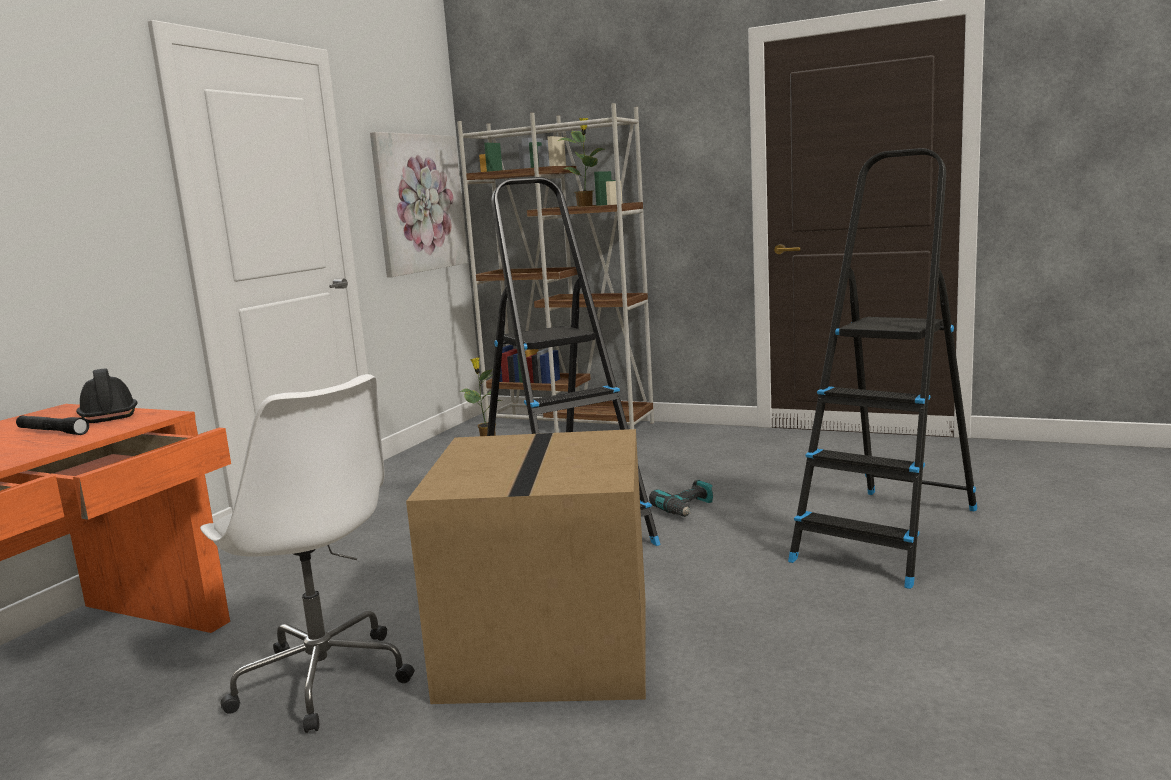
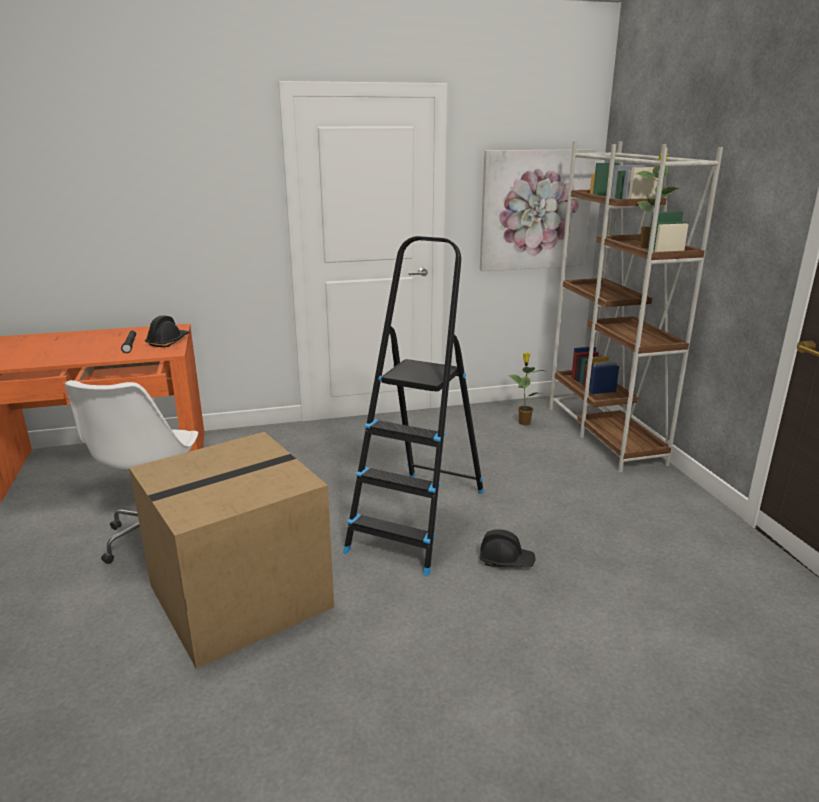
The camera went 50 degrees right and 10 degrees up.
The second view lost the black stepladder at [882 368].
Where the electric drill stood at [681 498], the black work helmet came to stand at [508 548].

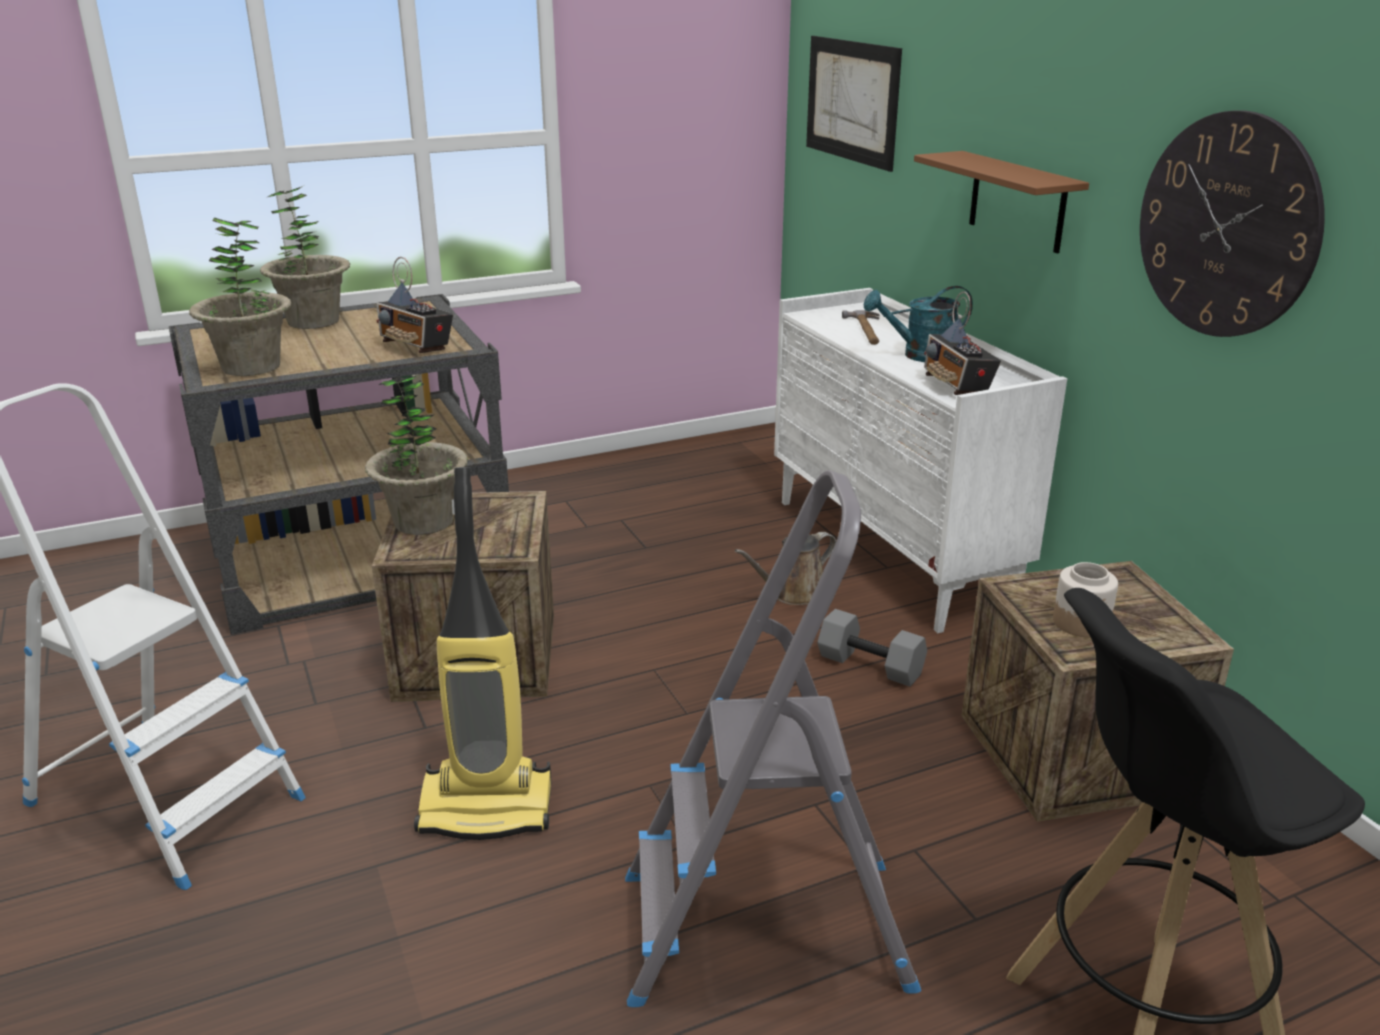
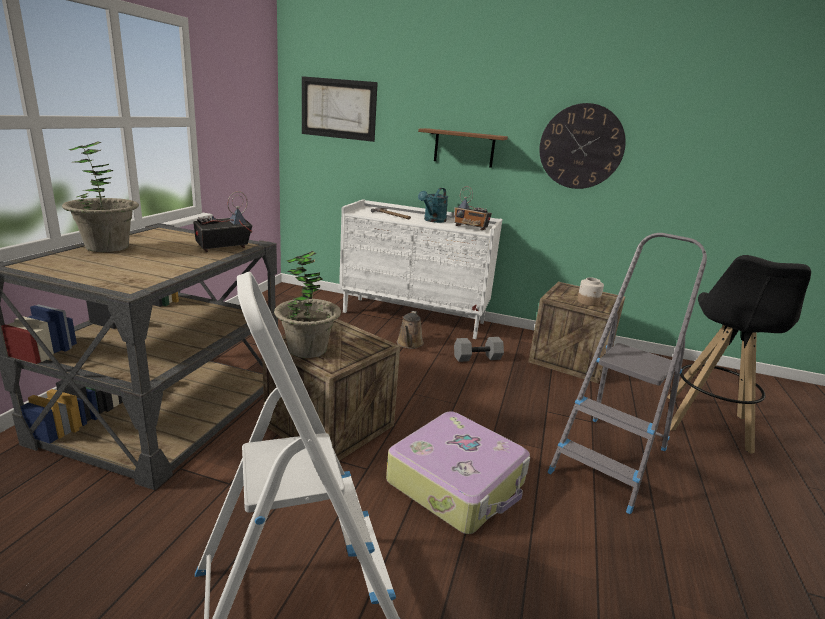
The camera went 50 degrees left and 5 degrees down.
The second view lost the potted plant at [240 296].
Where the vacuum cleaner stood at [483 653], the suitcase came to stand at [458 472].
The radio set at [414 305] ended up facing another way, 150 degrees clockwise from before.

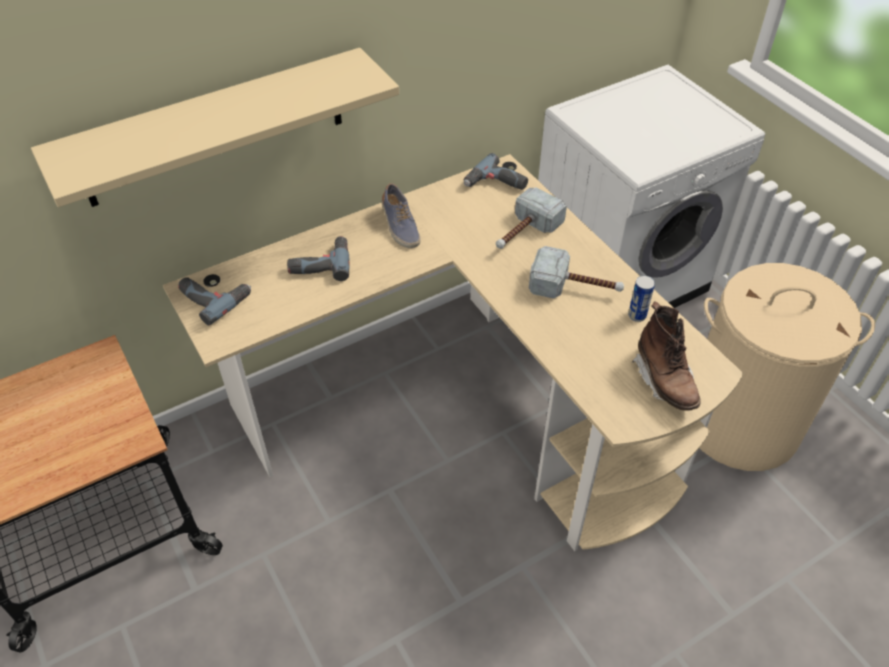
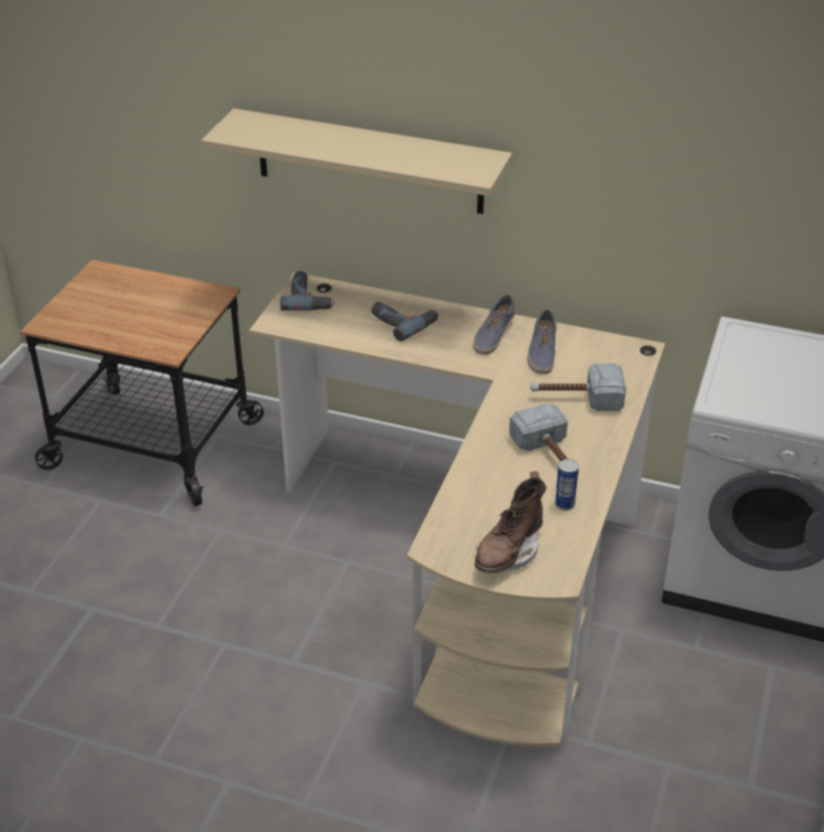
The camera went 50 degrees right and 10 degrees down.
The second view lost the electric drill at [496 171].
The second view lost the beige-coloured laundry basket at [787 367].
The second view gained the item of footwear at [542 341].

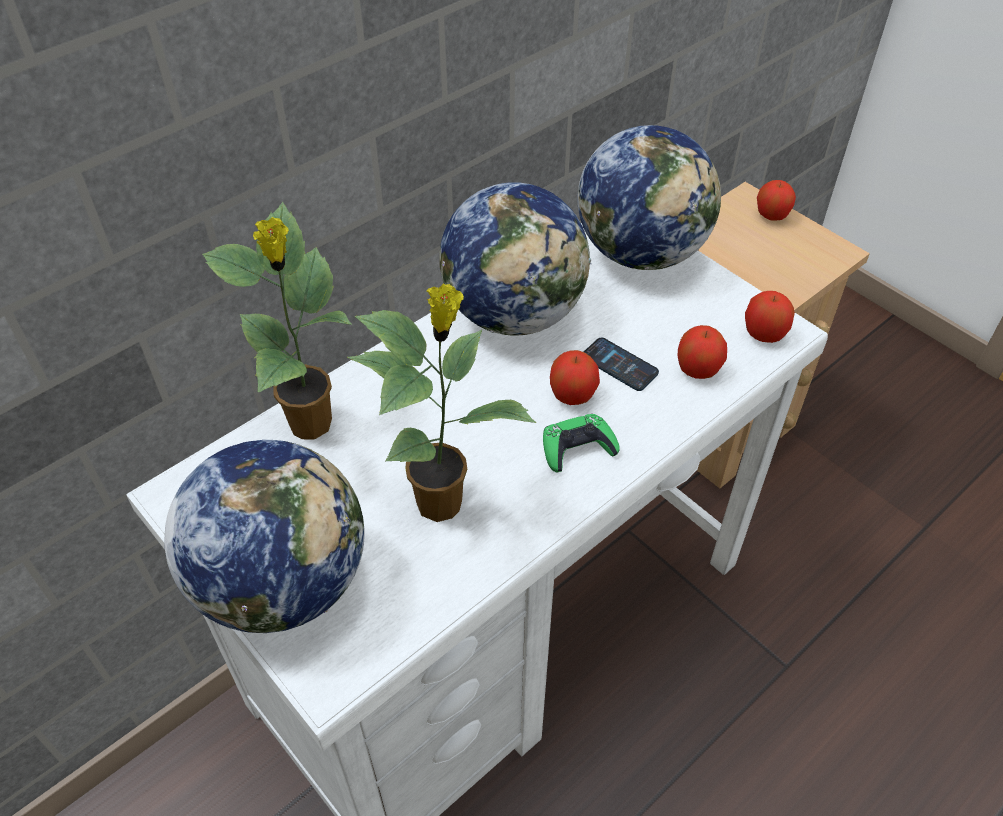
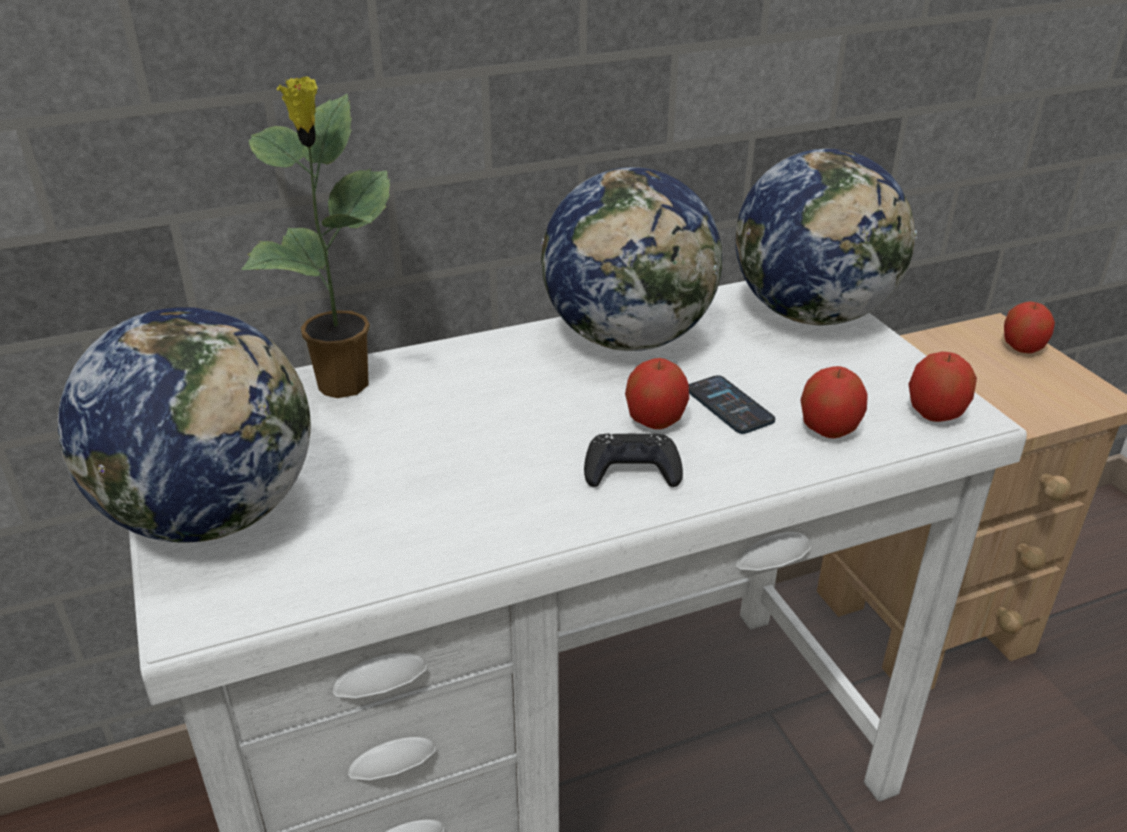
The camera went 20 degrees right and 15 degrees down.
The second view lost the potted plant at [441 402].
What was the green joypad at [581 443] turned into the black joypad at [633 460].

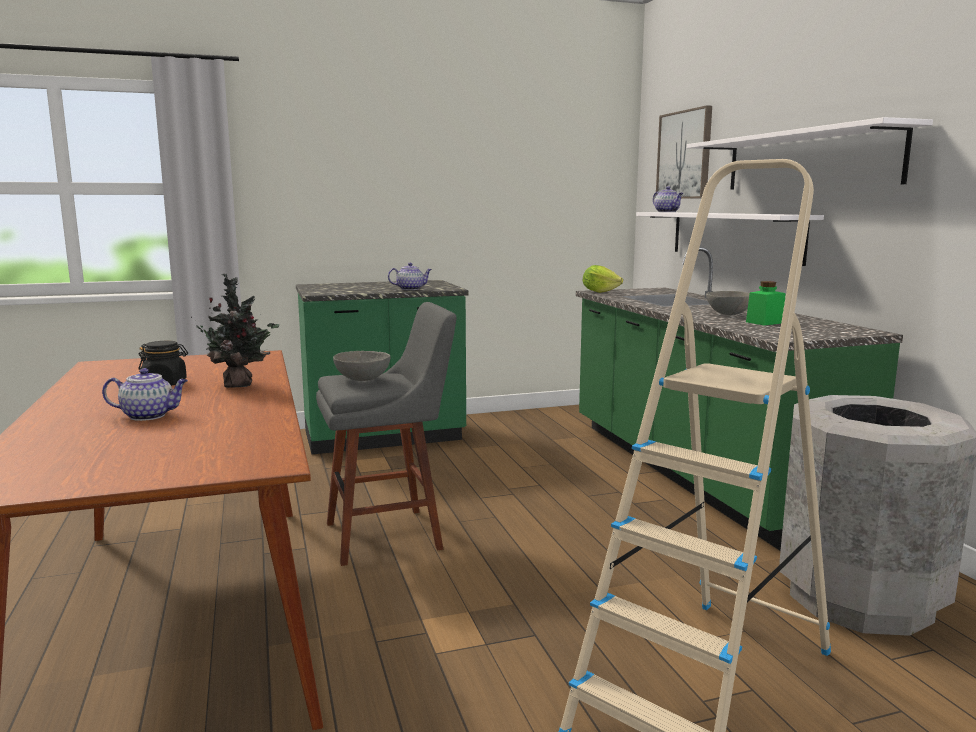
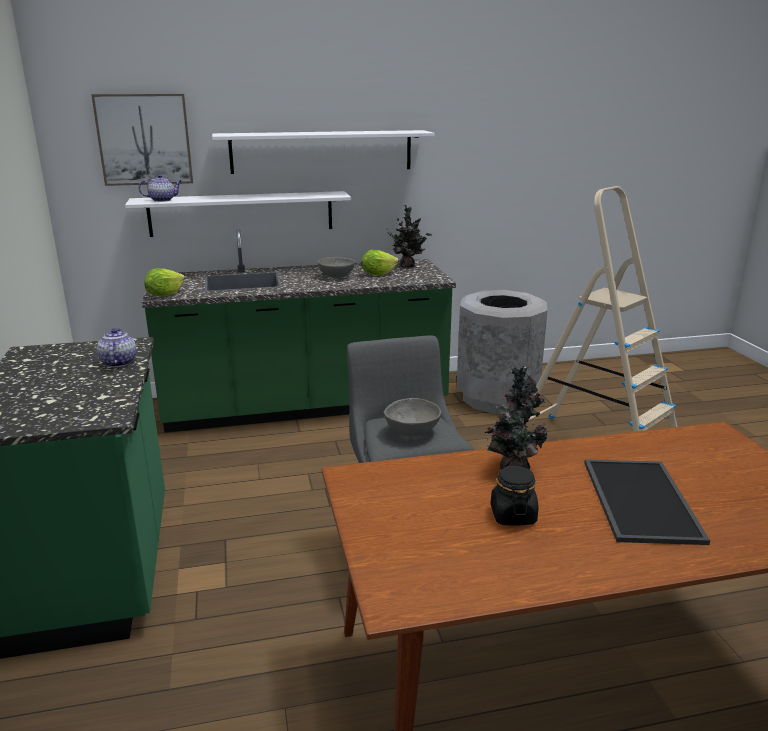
The camera went 85 degrees left and 10 degrees up.
The second view gained the potted plant at [409 236].
Where the teapot stood at [145 394], the serving tray came to stand at [647 502].
Where the green jar stood at [765 303], the lettuce came to stand at [380 263].

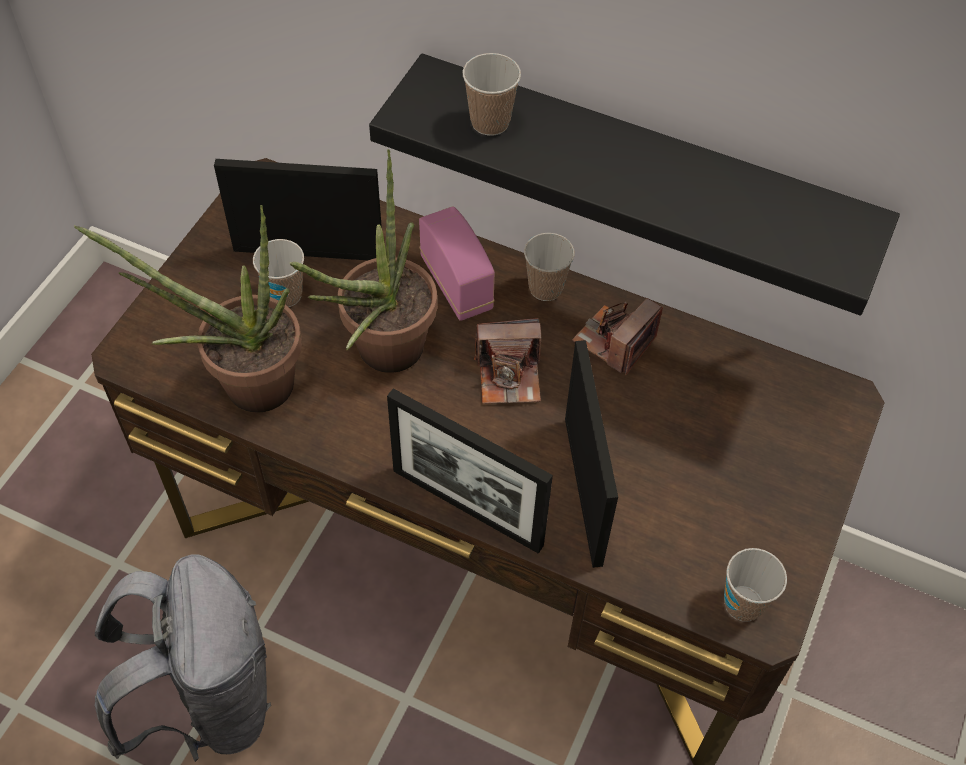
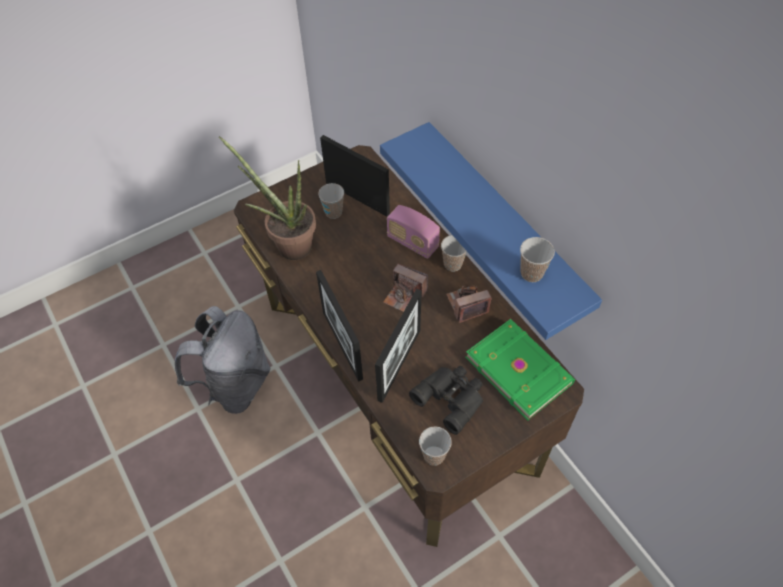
The camera went 35 degrees right and 0 degrees up.
The second view lost the potted plant at [363 261].
The second view gained the black pair of binoculars at [446 400].
The second view gained the green book at [520 369].
The drinking cup ended up elsewhere, having gone from [492 94] to [537 259].
What was the black bracket shelf at [634 184] turned into the blue bracket shelf at [491 231].
The radio set at [457 264] ended up facing another way, 120 degrees clockwise from before.

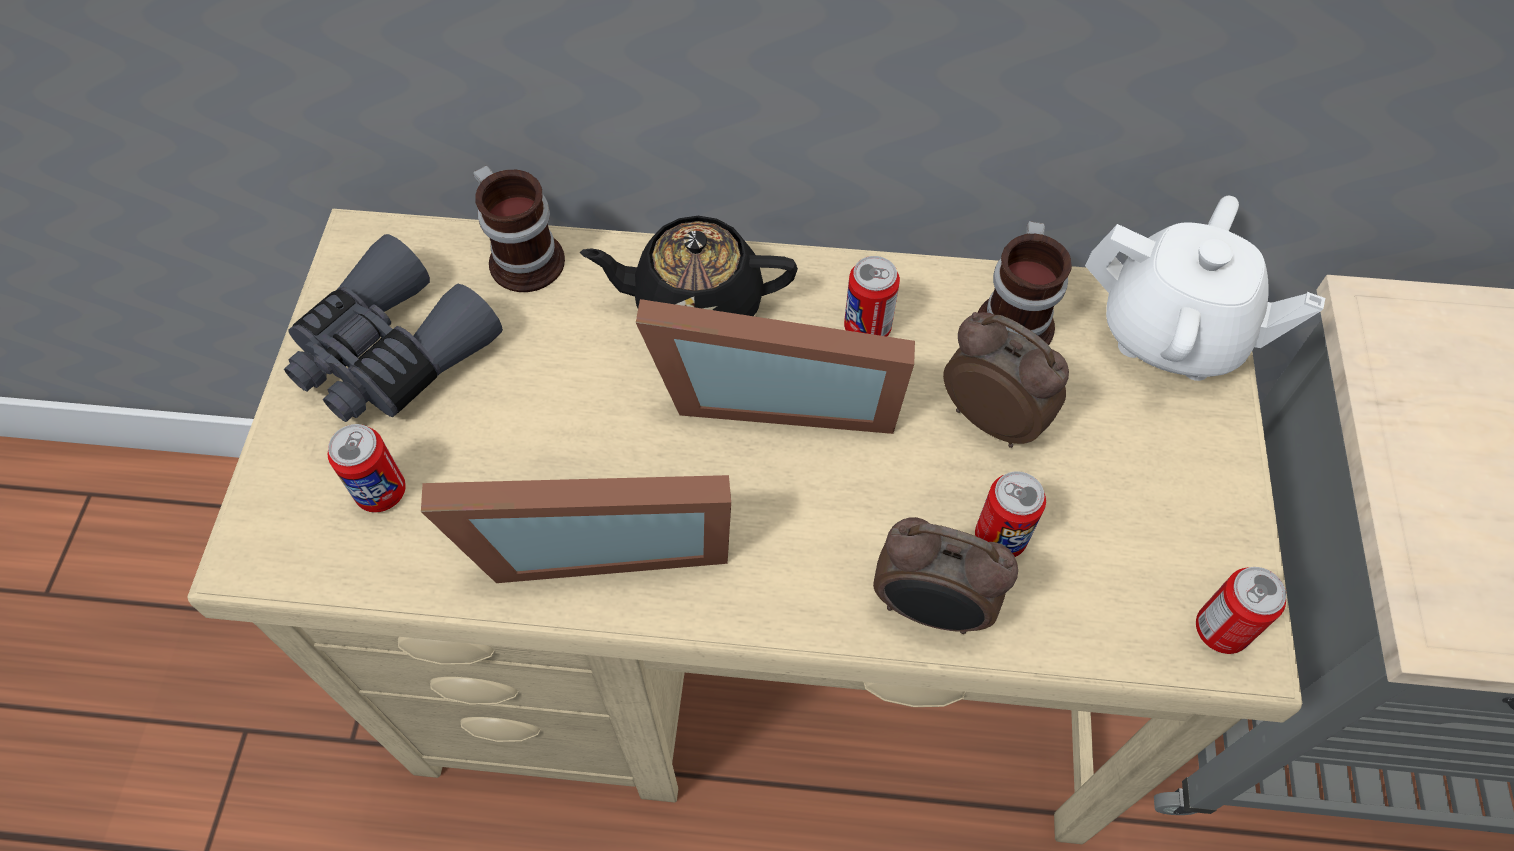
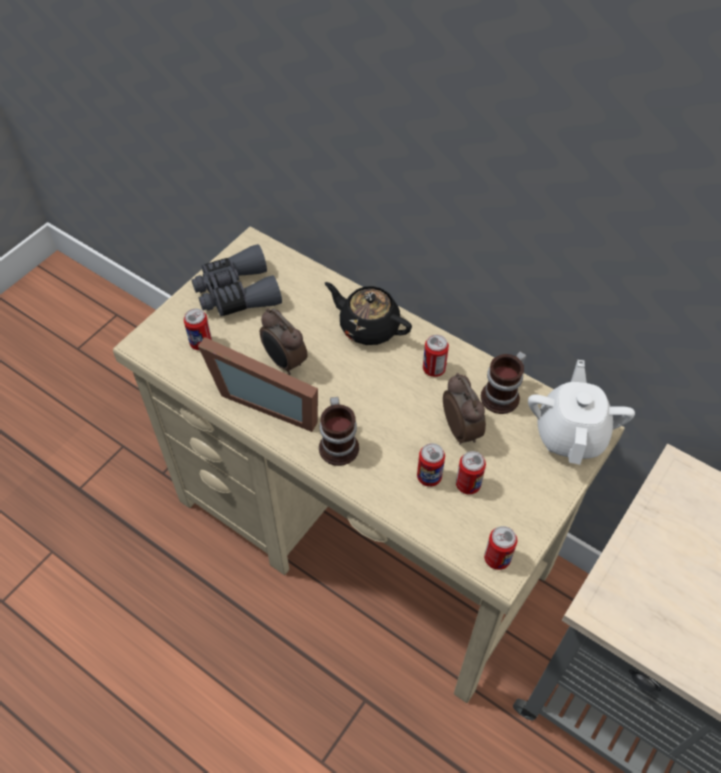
The camera went 30 degrees right and 5 degrees down.
The second view lost the photo frame at [775 366].
The second view gained the sealed can at [471 472].
The tea mug ended up elsewhere, having gone from [519 229] to [339 431].
The bedside clock ended up elsewhere, having gone from [945 575] to [283 341].
The white teapot at [1205 288] ended up facing another way, 135 degrees counterclockwise from before.

